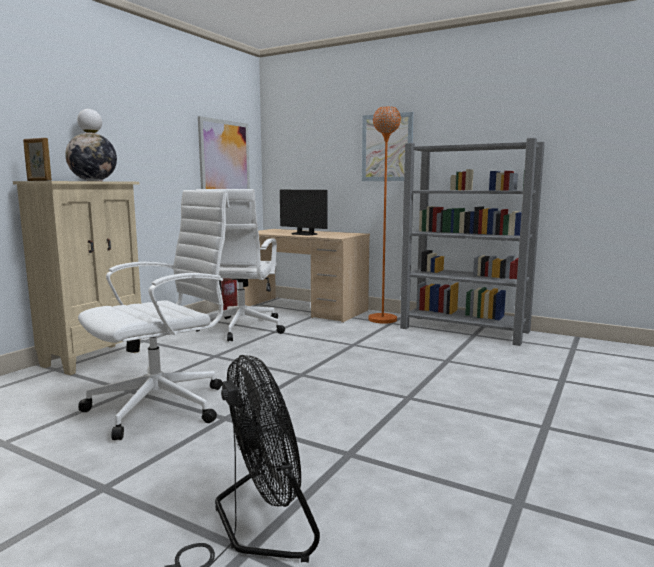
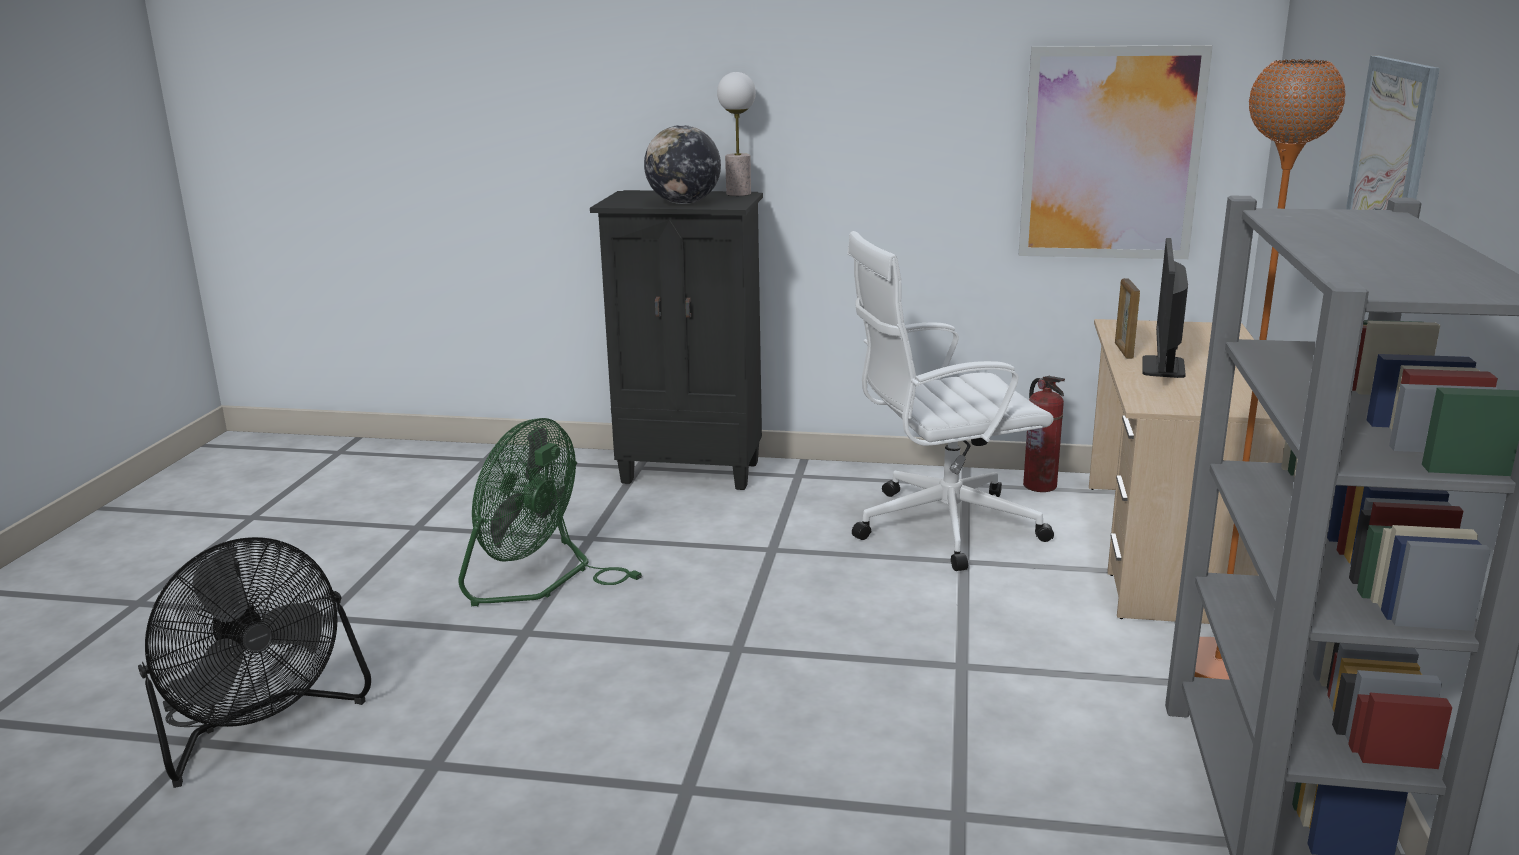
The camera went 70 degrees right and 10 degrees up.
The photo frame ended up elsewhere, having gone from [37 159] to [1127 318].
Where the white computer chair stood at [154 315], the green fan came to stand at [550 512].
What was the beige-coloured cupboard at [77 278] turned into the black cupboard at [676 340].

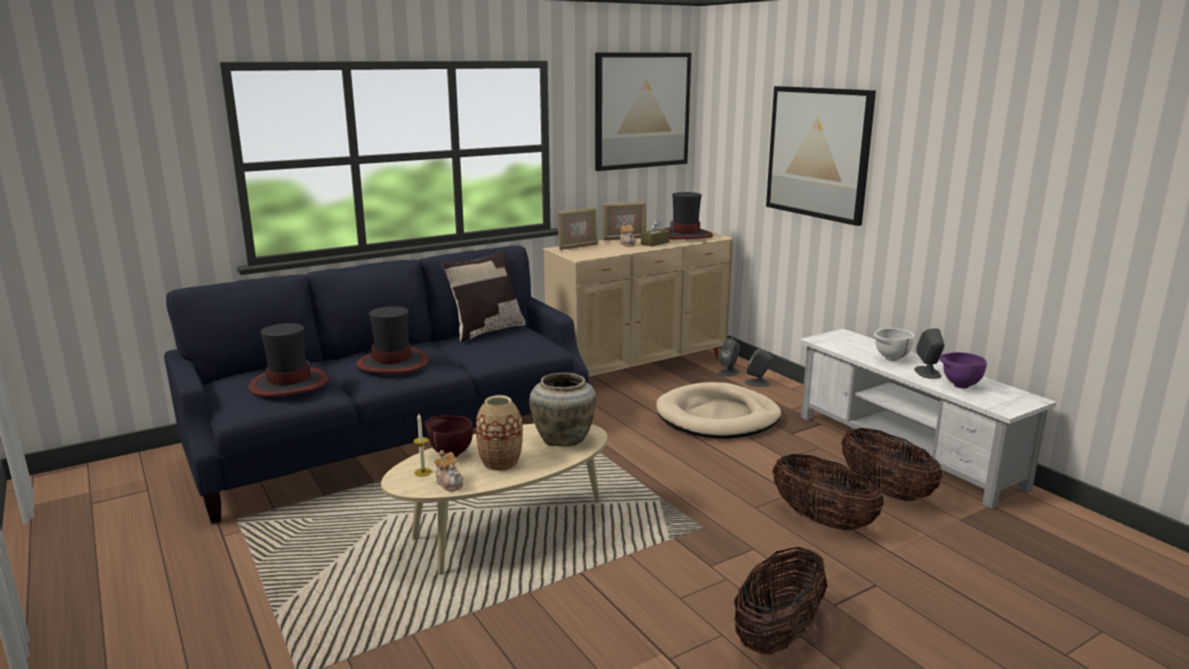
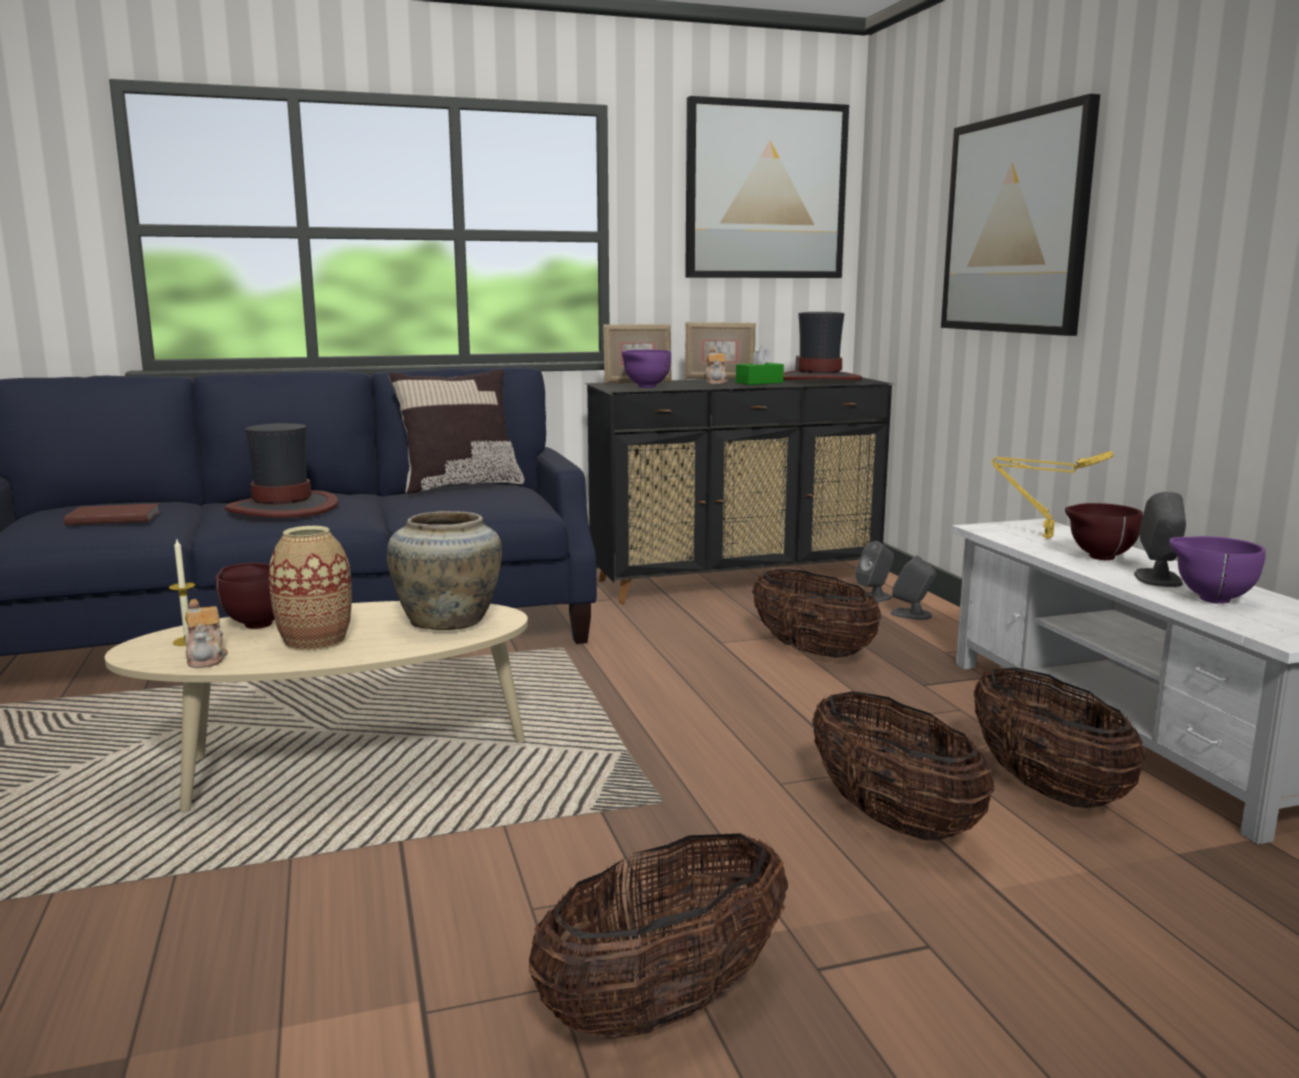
The camera went 15 degrees right and 5 degrees down.
The second view gained the purple serving bowl at [646 369].
The second view gained the yellow-coloured lamp for a table at [1053 495].
Where the hat stood at [288 360], the brown book came to stand at [112 514].
Where the beige-coloured pet bed stood at [718 410], the household basket came to stand at [816 613].
What was the beige-coloured cupboard at [638 303] turned into the black cupboard at [738 491].
What was the brown tissue box at [655 233] turned into the green tissue box at [760 365].
What was the white serving bowl at [894 344] turned into the brown serving bowl at [1104 531].

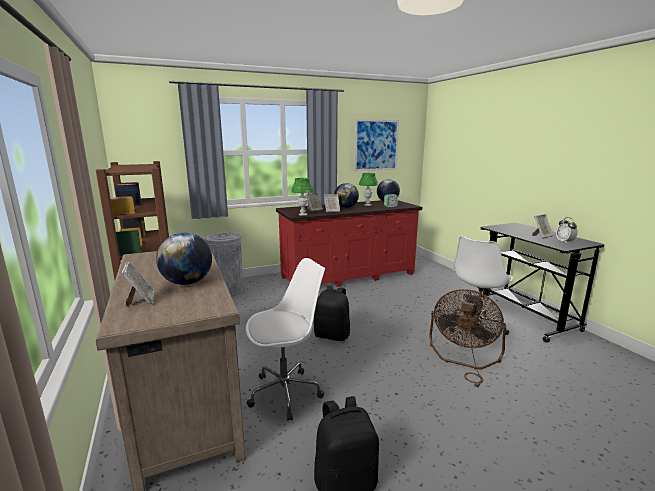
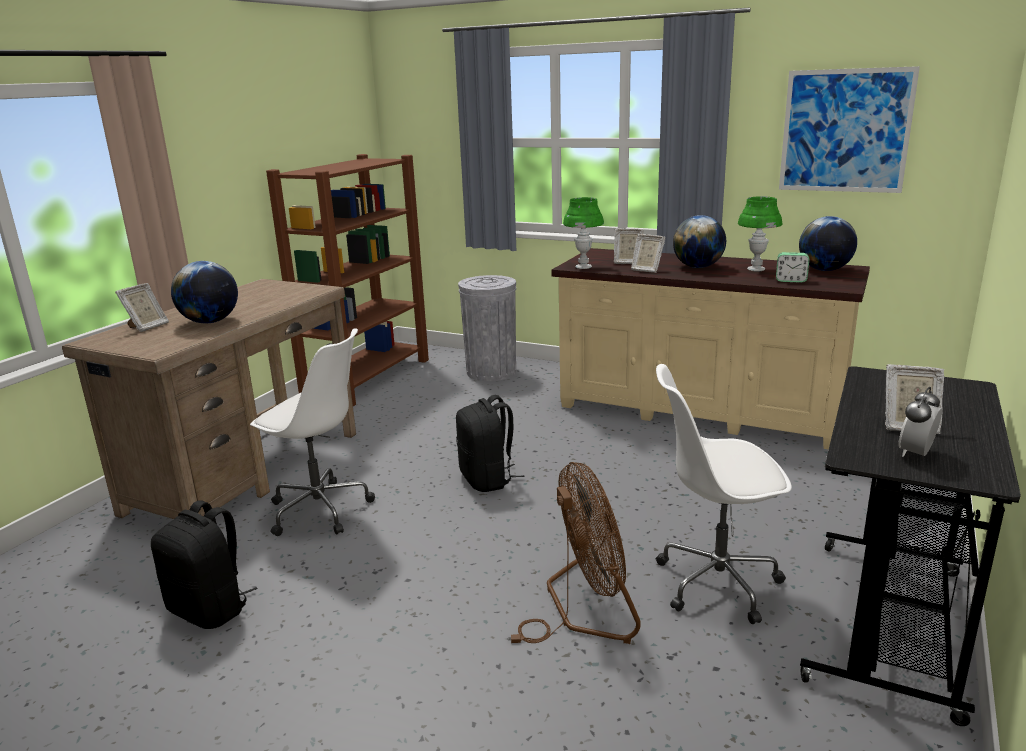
The camera went 50 degrees right and 5 degrees up.
What was the red-coloured cupboard at [349 243] turned into the beige-coloured cupboard at [710 349].

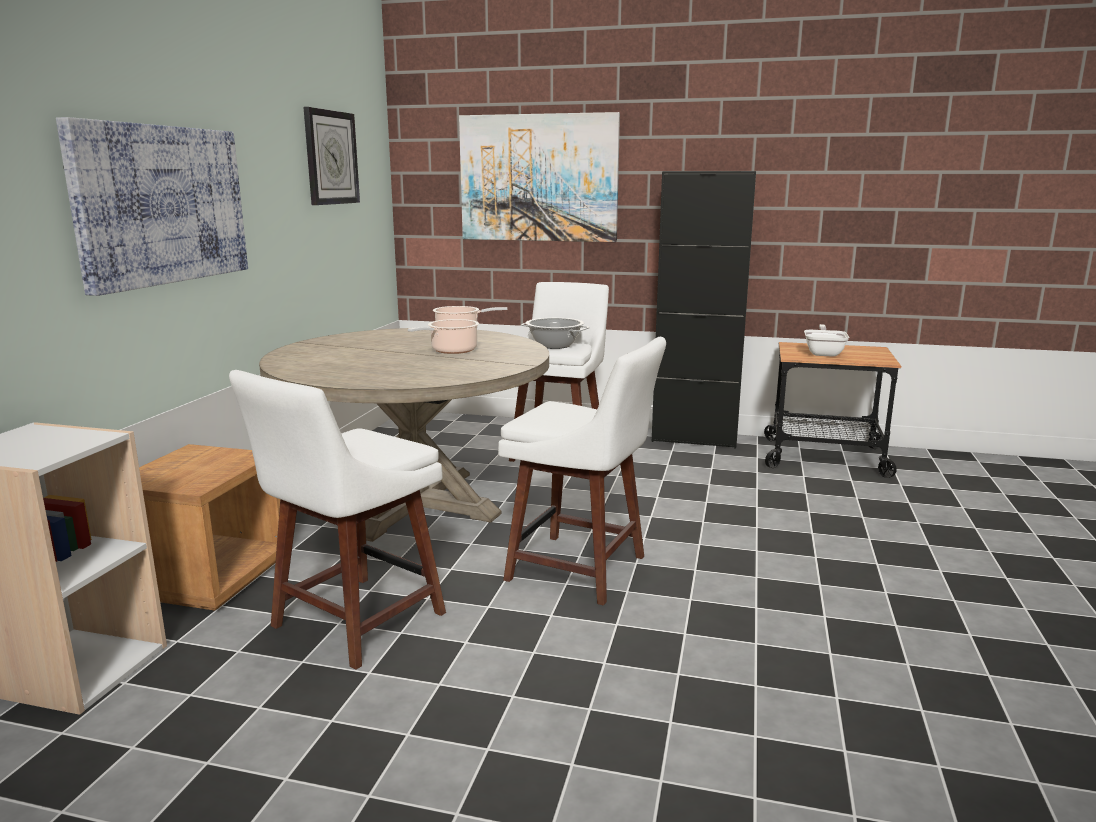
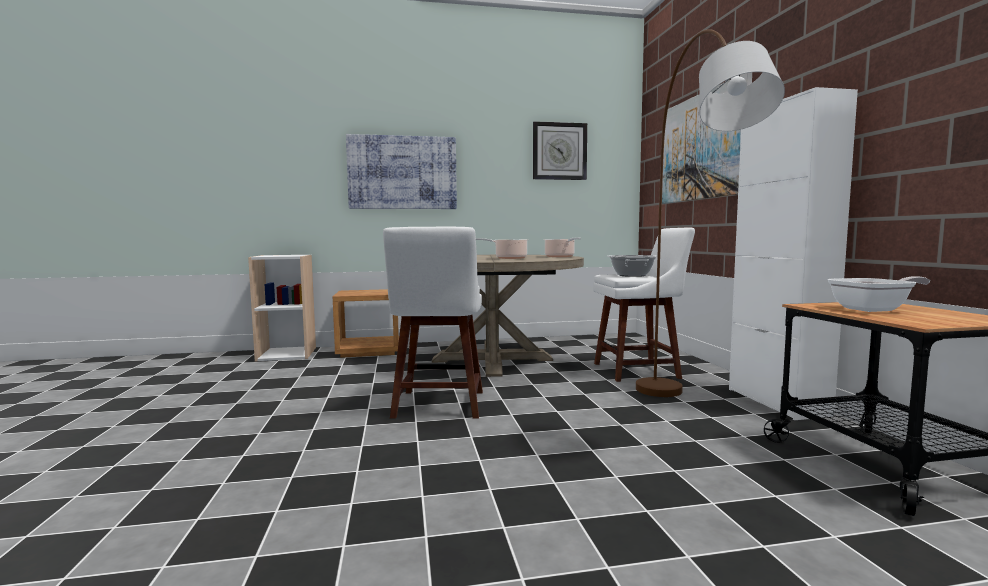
The camera went 65 degrees right and 10 degrees down.
The second view lost the white sitting stool at [337 520].
The second view gained the brown standing lamp at [710 213].
What was the black cupboard at [704 310] turned into the white cupboard at [793 253].

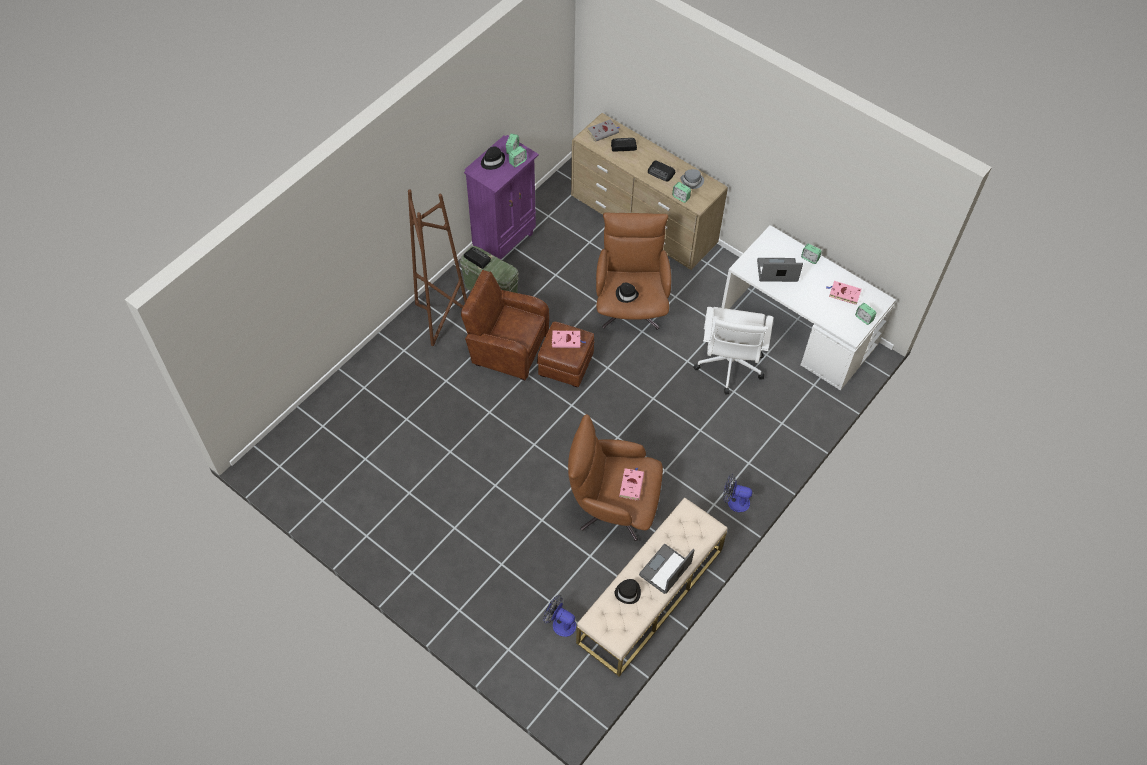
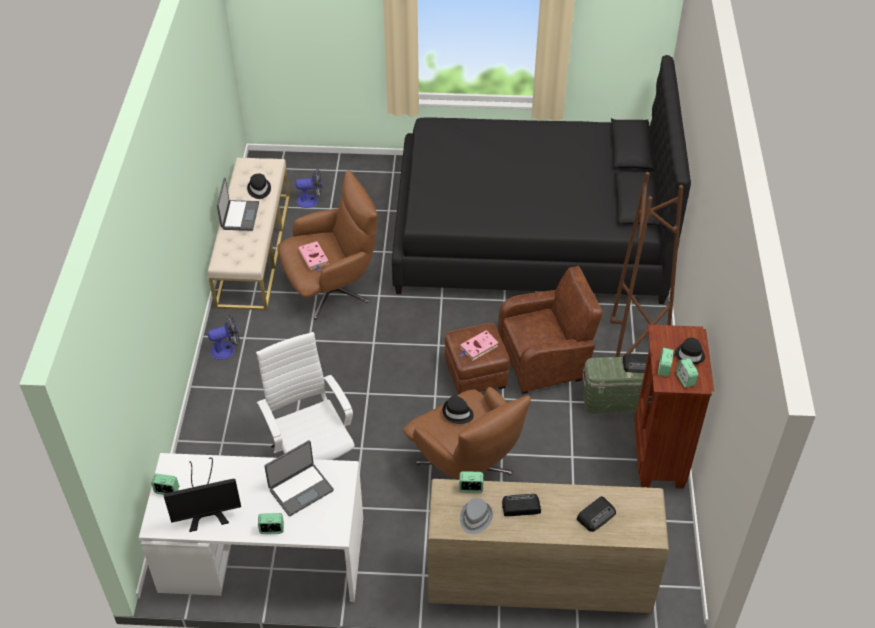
The camera went 145 degrees right and 10 degrees down.
The second view lost the gray book at [604 130].
The second view gained the black bedroom bed at [541 179].
Where the pink-coloured book stood at [844 293], the monitor came to stand at [202 495].
What was the purple cupboard at [501 197] turned into the brown cupboard at [674 407].

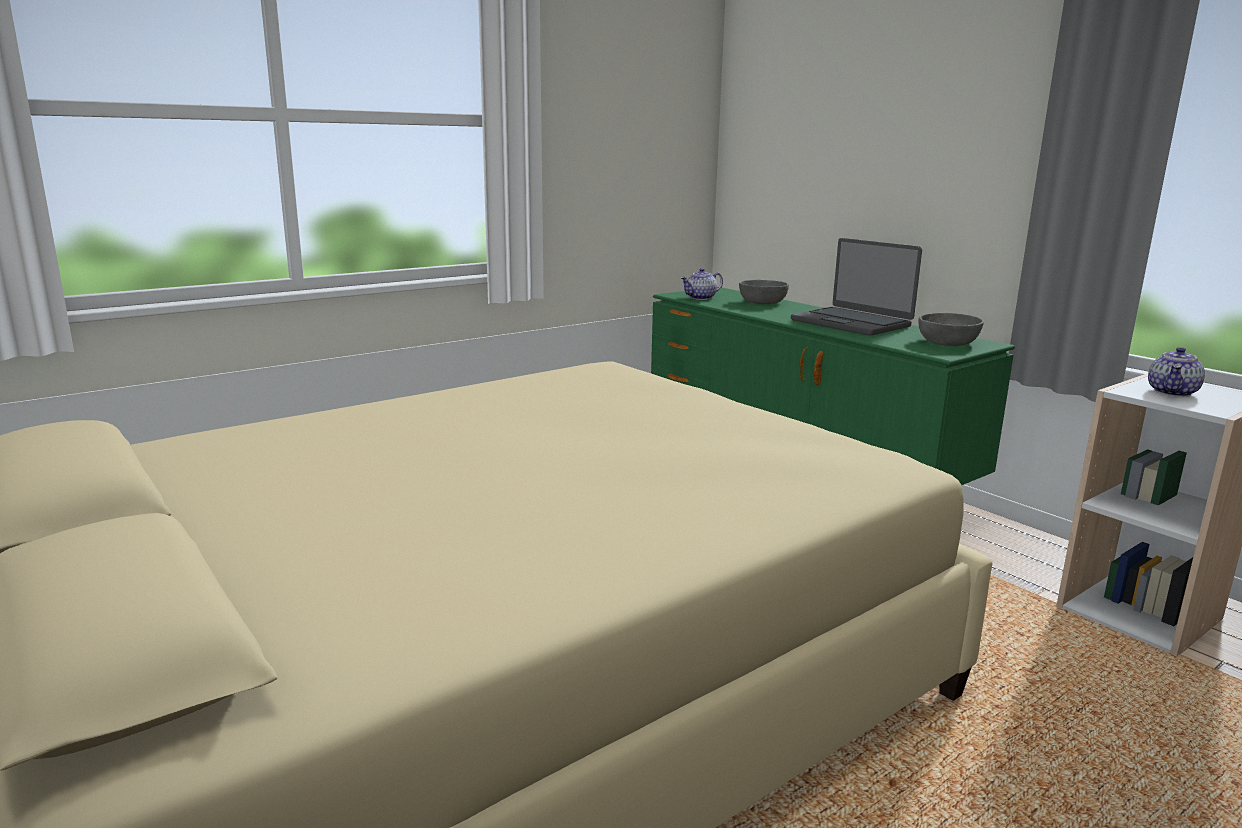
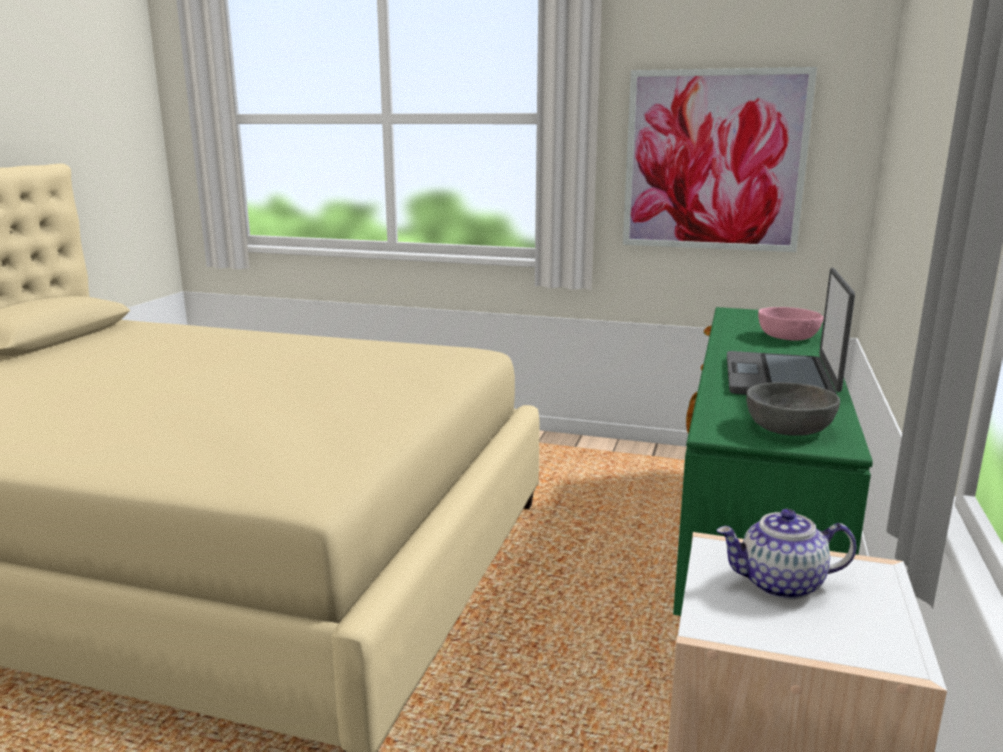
The camera went 55 degrees right and 0 degrees up.
The second view lost the teapot at [702 284].
The second view gained the wall picture at [720 159].
What was the gray serving bowl at [764 292] turned into the pink-coloured serving bowl at [791 324].

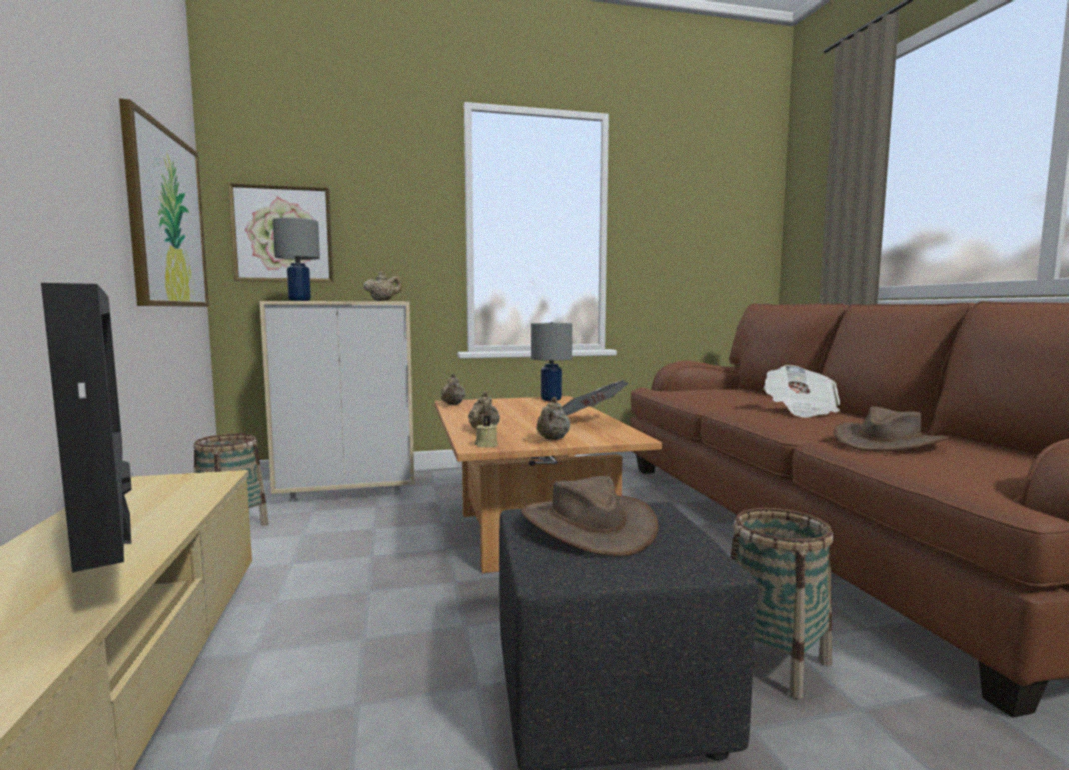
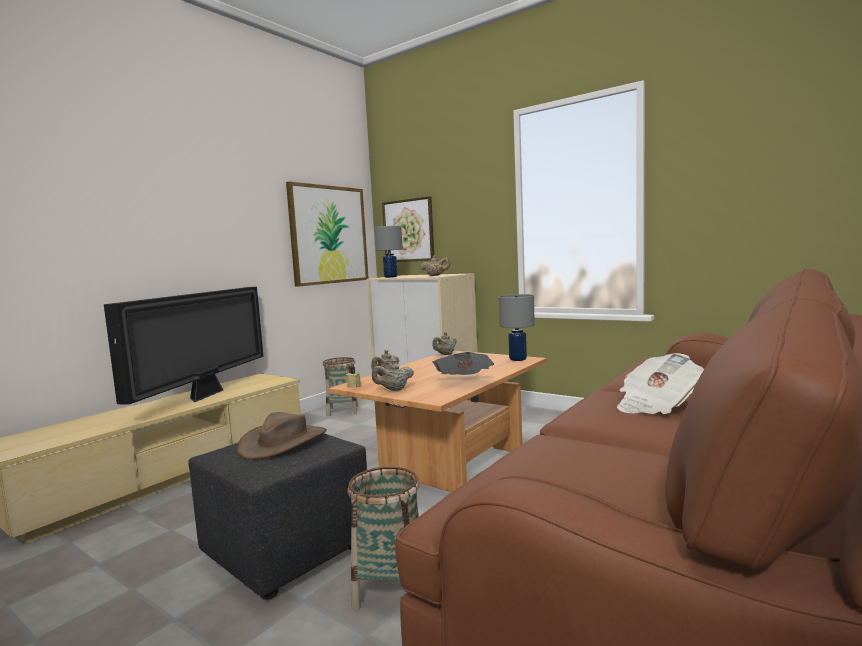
The camera went 50 degrees right and 0 degrees up.
The second view lost the brown hat at [891 428].

